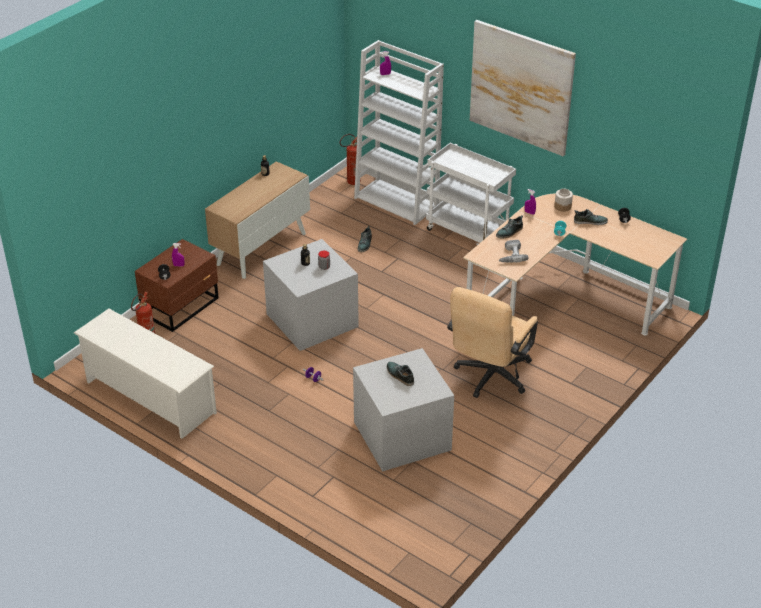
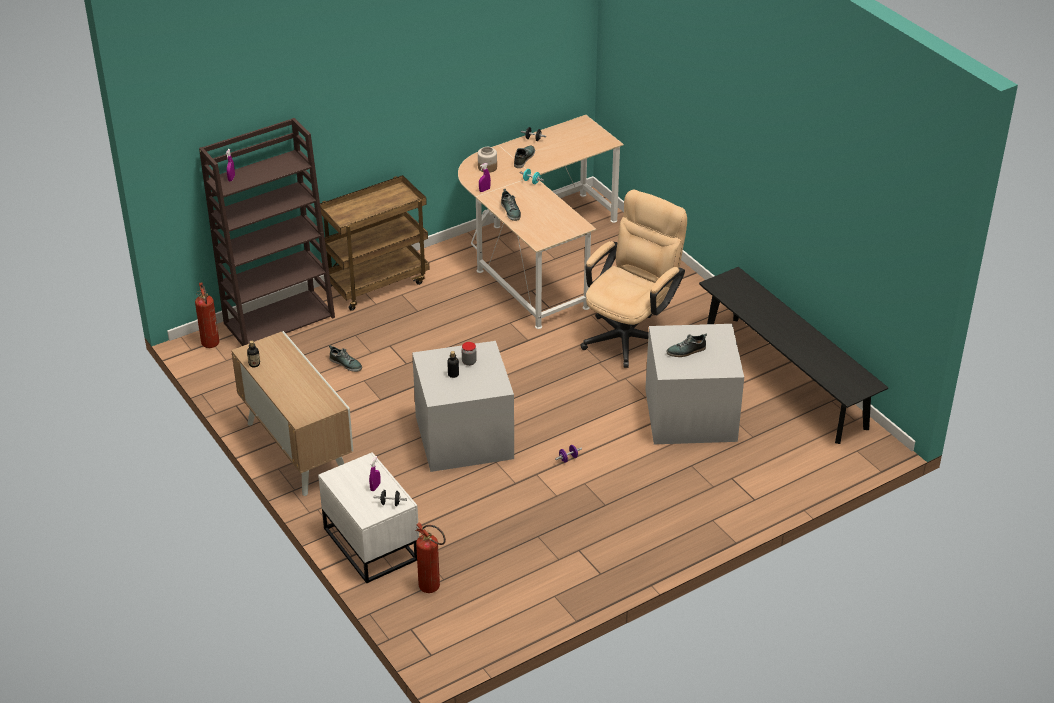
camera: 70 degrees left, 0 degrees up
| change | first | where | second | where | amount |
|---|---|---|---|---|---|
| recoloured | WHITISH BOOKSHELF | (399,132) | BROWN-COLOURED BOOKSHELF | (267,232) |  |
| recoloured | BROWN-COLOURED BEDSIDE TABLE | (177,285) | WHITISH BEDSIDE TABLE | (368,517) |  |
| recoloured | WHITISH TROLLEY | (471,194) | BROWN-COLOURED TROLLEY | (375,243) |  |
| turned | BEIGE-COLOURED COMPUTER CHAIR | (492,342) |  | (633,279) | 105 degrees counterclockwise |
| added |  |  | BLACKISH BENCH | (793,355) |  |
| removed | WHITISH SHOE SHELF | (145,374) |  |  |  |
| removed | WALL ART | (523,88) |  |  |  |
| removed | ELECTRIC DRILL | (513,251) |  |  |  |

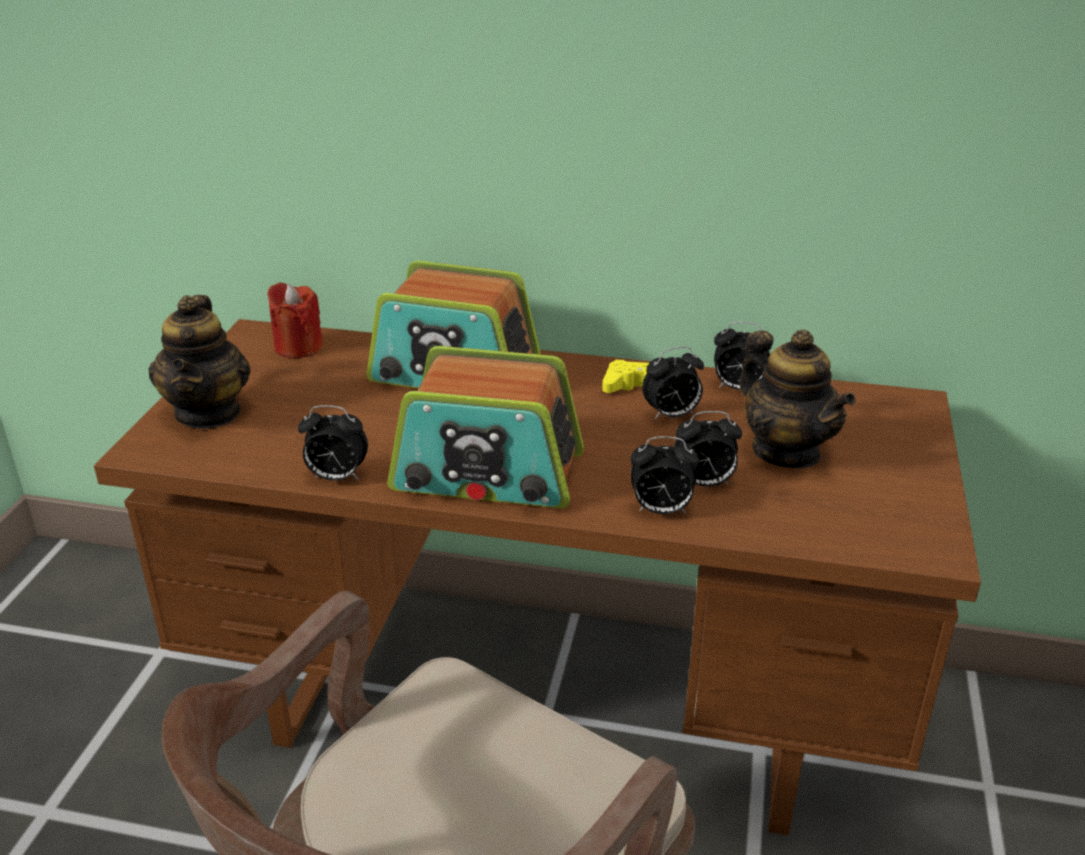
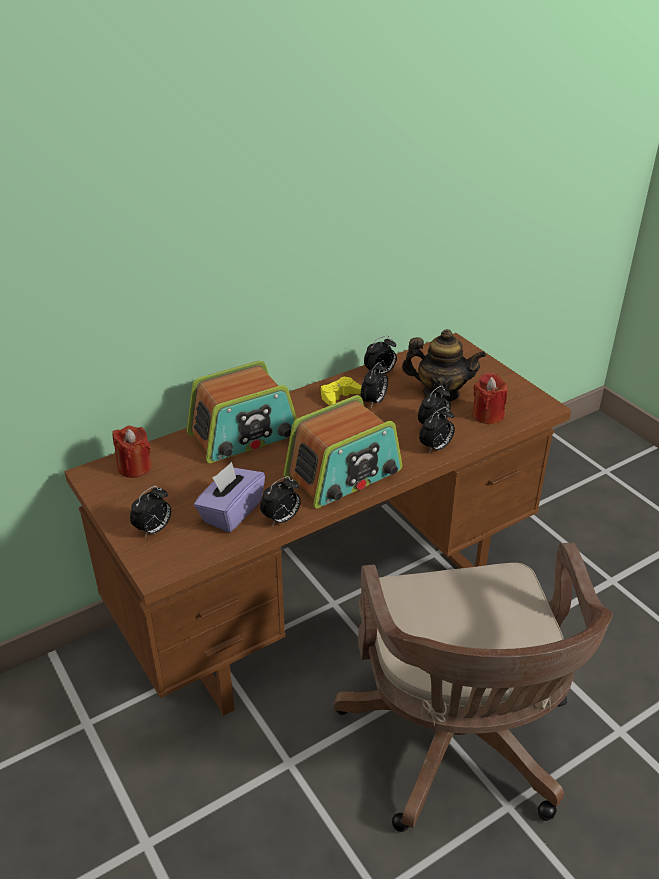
camera: 45 degrees left, 5 degrees up
| change | first | where | second | where | amount |
|---|---|---|---|---|---|
| replaced | TEAPOT | (200,362) | TABLE CLOCK | (150,512) |  |
| added |  |  | PURPLE-COLOURED TISSUE HOLDER | (229,497) |  |
| added |  |  | RED-COLOURED WAX CANDLE | (490,398) |  |

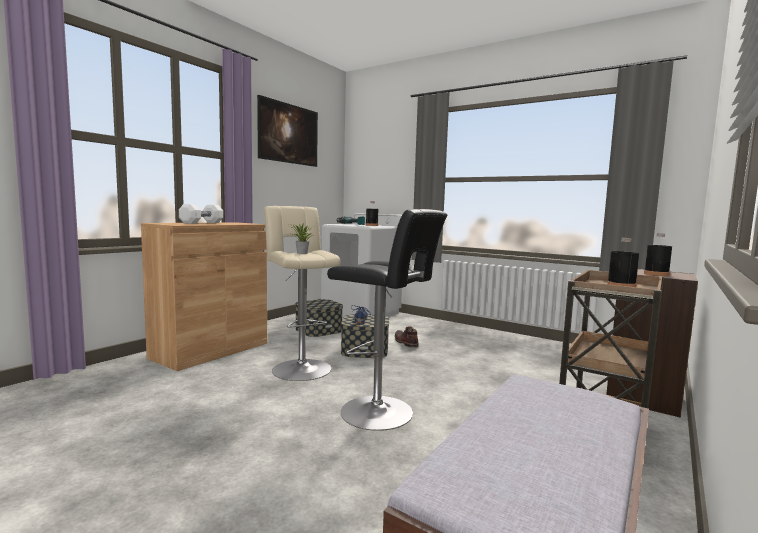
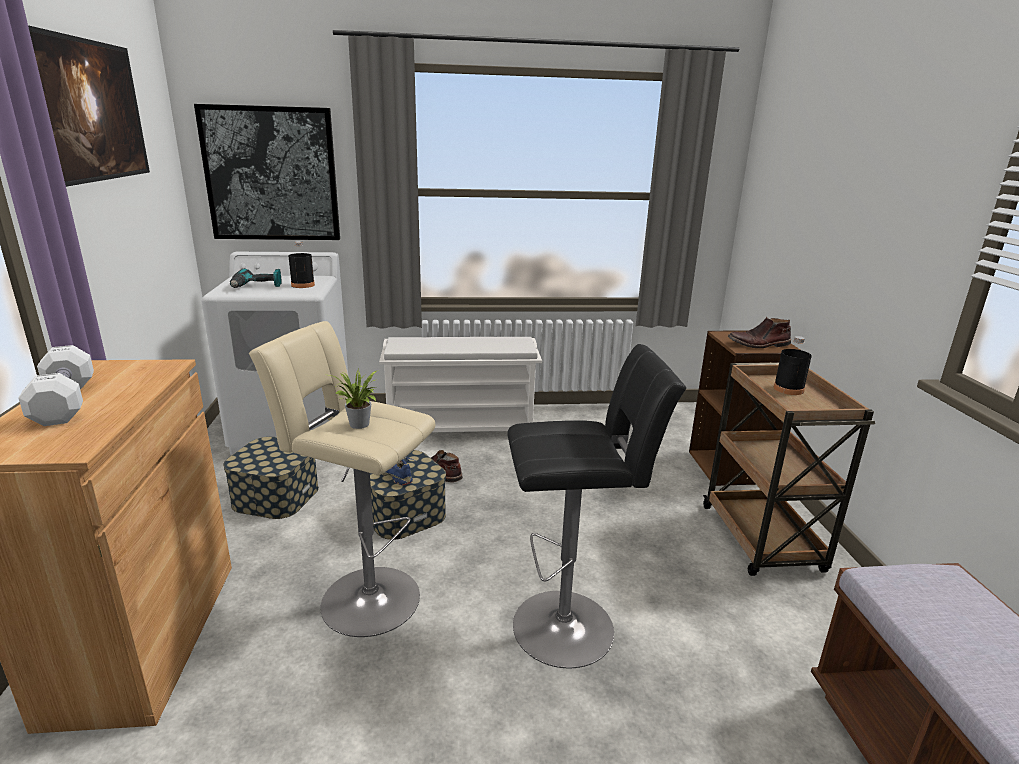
camera: 40 degrees left, 15 degrees up
| change | first | where | second | where | amount |
|---|---|---|---|---|---|
| added |  |  | WALL ART | (267,172) |  |
| added |  |  | WHITISH SHOE SHELF | (460,384) |  |
| replaced | BLACKISH BEVERAGE BOTTLE | (658,254) | BROWN-COLOURED TALL BOOT | (759,332) |  |

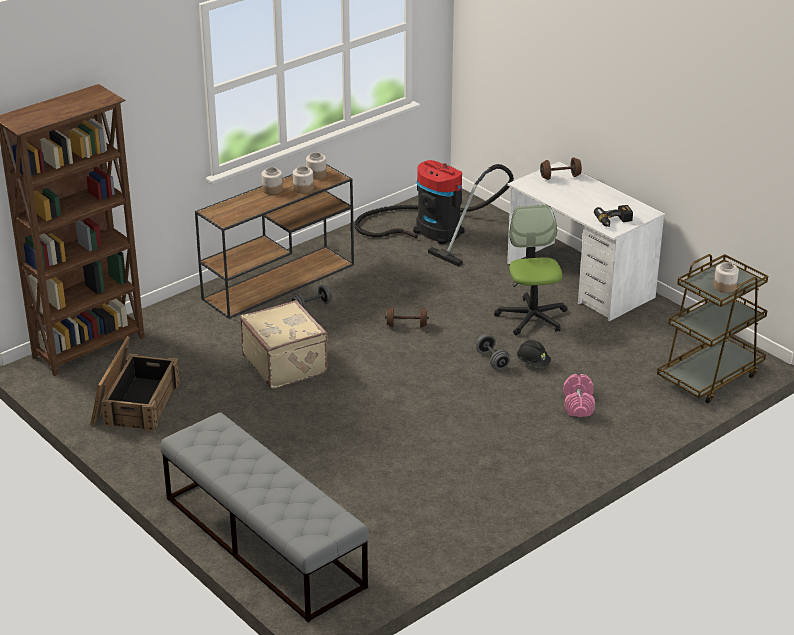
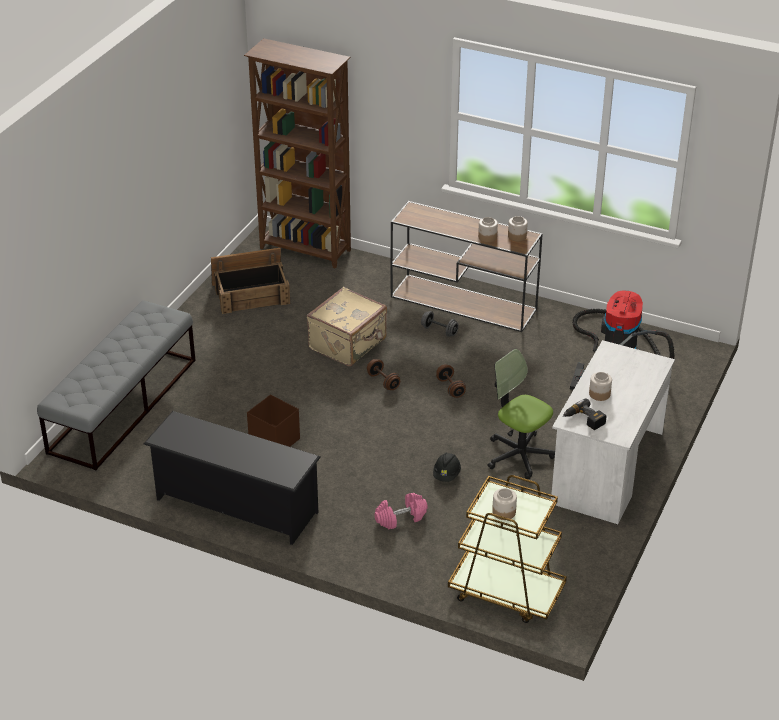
camera: 65 degrees right, 5 degrees up
| change | first | where | second | where | amount |
|---|---|---|---|---|---|
| added |  |  | BLACKISH SHOE SHELF | (232,478) |  |
| added |  |  | BROWN-COLOURED STORAGE CONTAINER | (273,421) |  |
| moved | BROWN-COLOURED FREE WEIGHT | (561,168) |  | (383,374) |  |
| turned | COMPUTER CHAIR | (530,270) |  | (521,414) | 105 degrees counterclockwise |
| moved | JAR | (272,181) |  | (600,386) |  |
| removed | GRAY FREE WEIGHT | (493,351) |  |  |  |

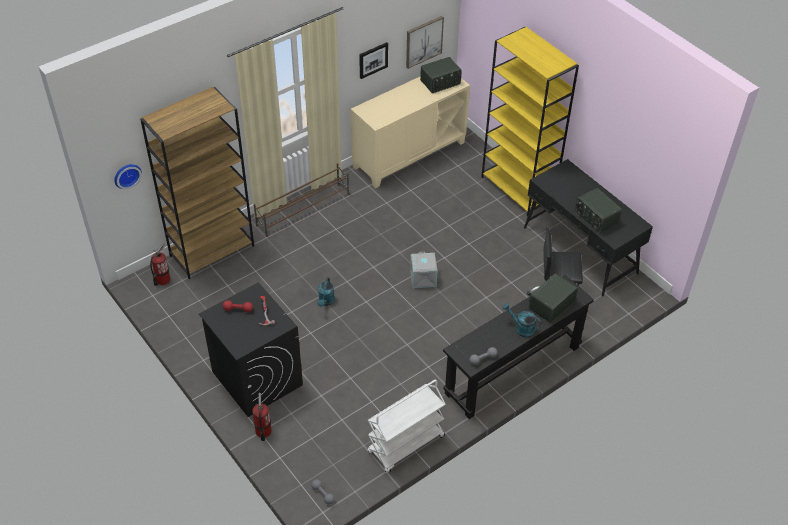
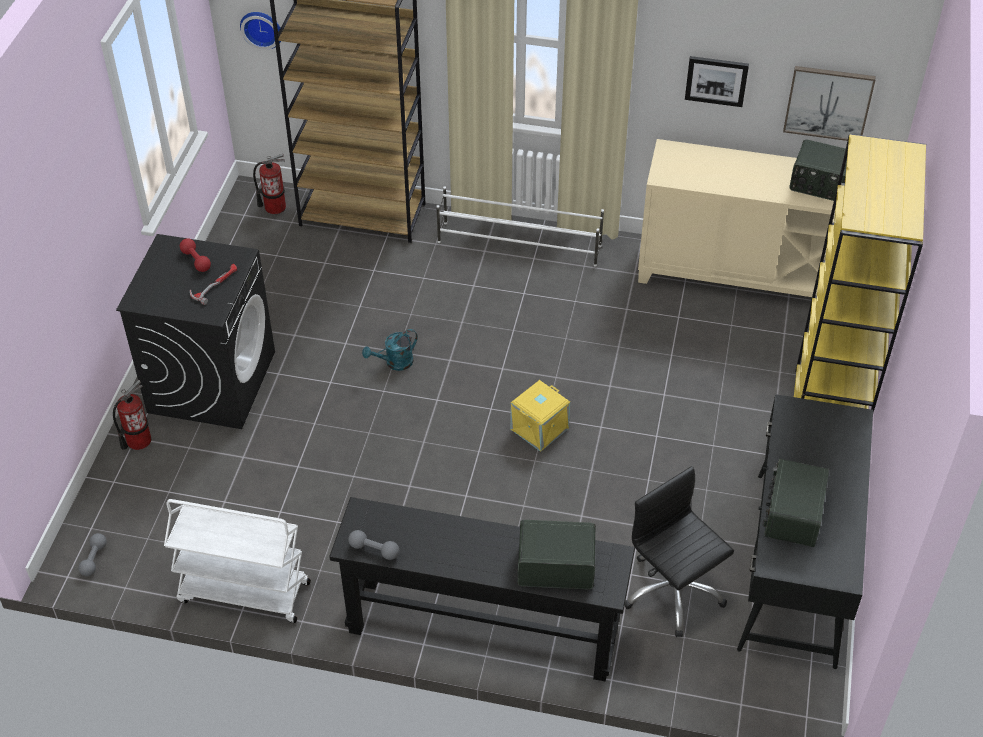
camera: 50 degrees right, 0 degrees up
| change | first | where | second | where | amount |
|---|---|---|---|---|---|
| recoloured | BROWN-COLOURED SHOE SHELF | (301,200) | WHITISH SHOE SHELF | (520,226) |  |
| recoloured | GRAY STORAGE CONTAINER | (424,270) | YELLOWISH STORAGE CONTAINER | (540,416) |  |
| removed | TURQUOISE WATERING CAN | (521,320) |  |  |  |

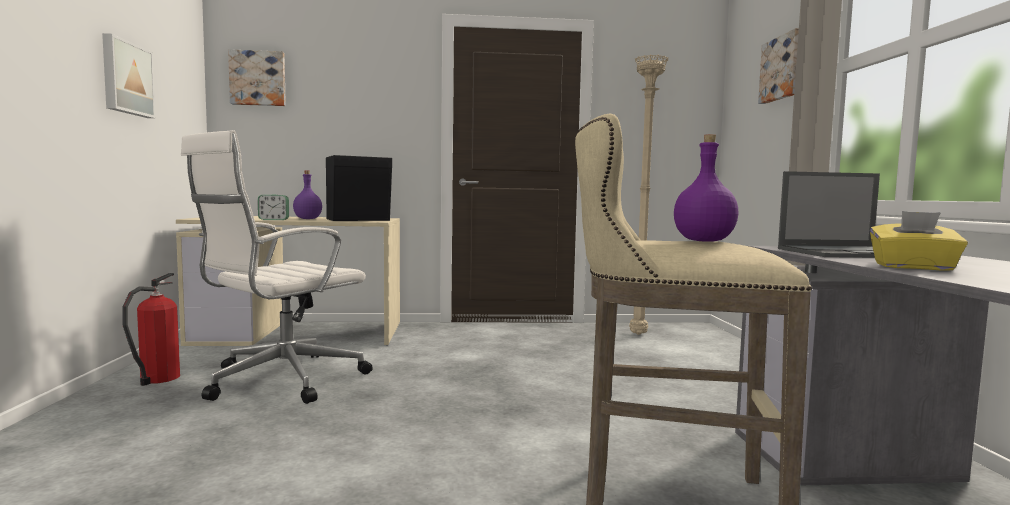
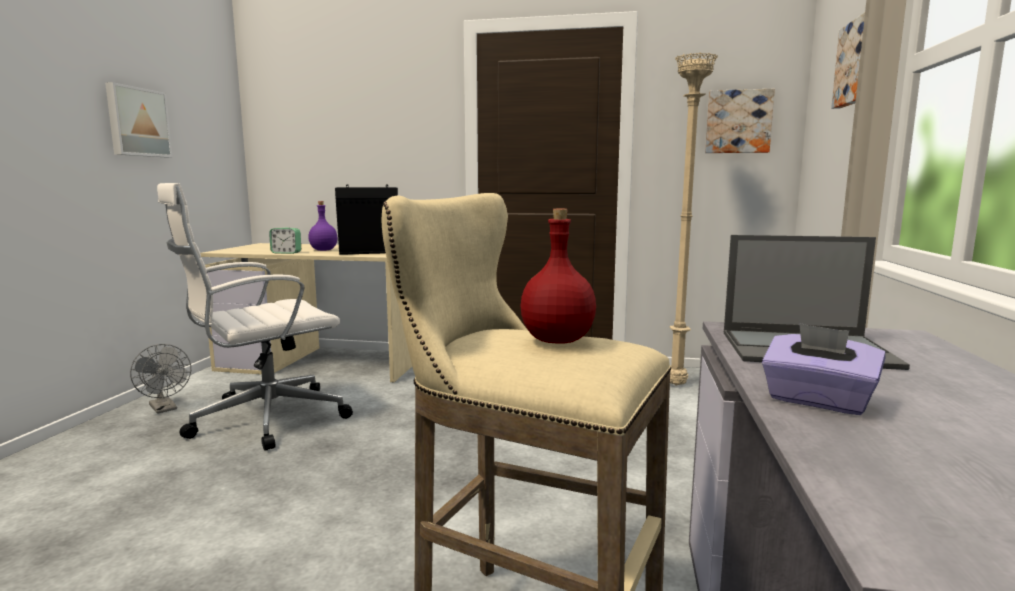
camera: 15 degrees right, 5 degrees up
| change | first | where | second | where | amount |
|---|---|---|---|---|---|
| replaced | EXTINGUISHER | (151,329) | GRAY COOLING FAN | (160,379) |  |
| recoloured | PURPLE-COLOURED BEVERAGE BOTTLE | (706,188) | RED-COLOURED BEVERAGE BOTTLE | (558,276) |  |
| moved | WALL ART | (257,77) |  | (740,121) |  |
| recoloured | YELLOWISH TISSUE HOLDER | (919,241) | PURPLE-COLOURED TISSUE HOLDER | (824,369) |  |

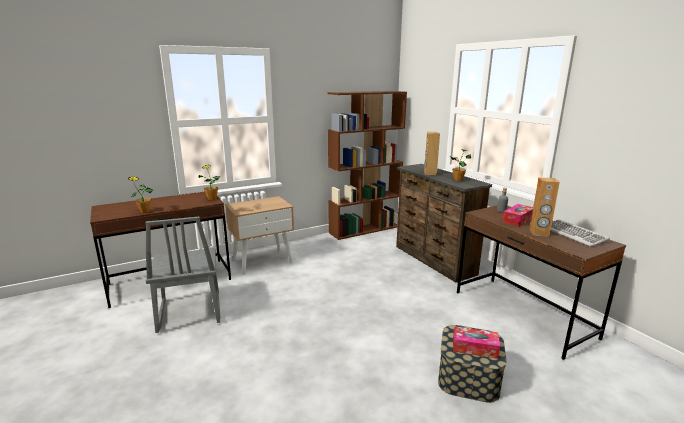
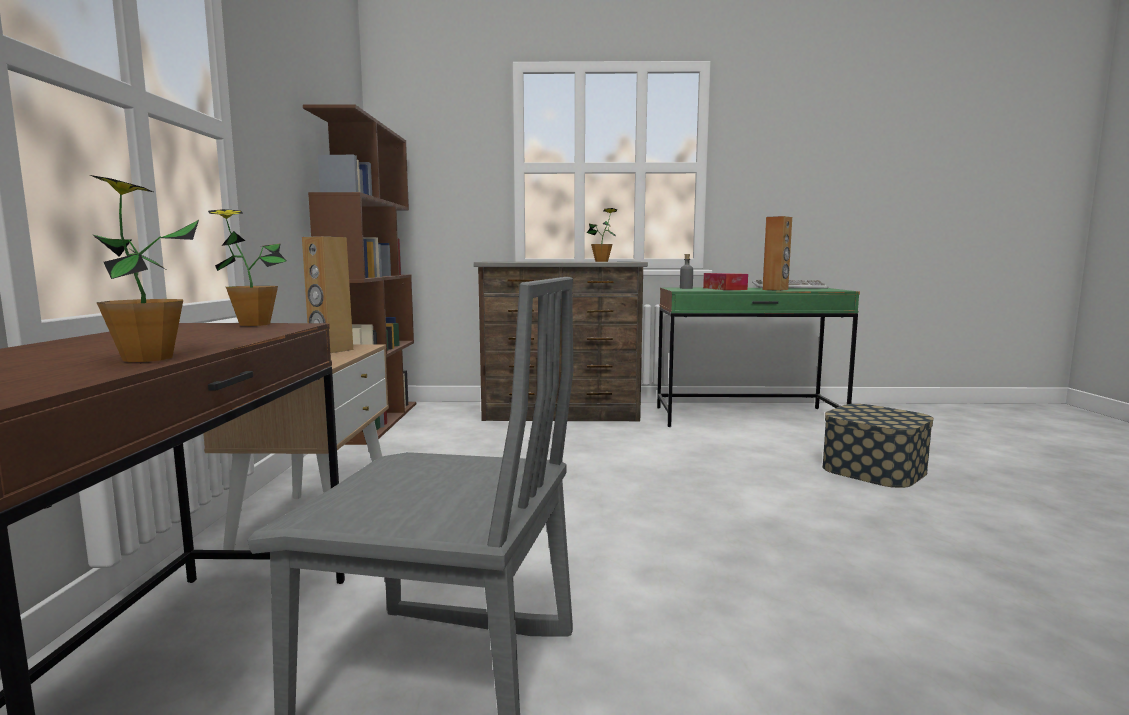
camera: 60 degrees left, 10 degrees down
| change | first | where | second | where | amount |
|---|---|---|---|---|---|
| moved | BROWN-COLOURED SPEAKER | (432,153) |  | (327,294) |  |
| recoloured | BROWN-COLOURED DESK | (541,282) | GREEN-COLOURED DESK | (758,357) |  |
| removed | TISSUE HOLDER | (476,342) |  |  |  |

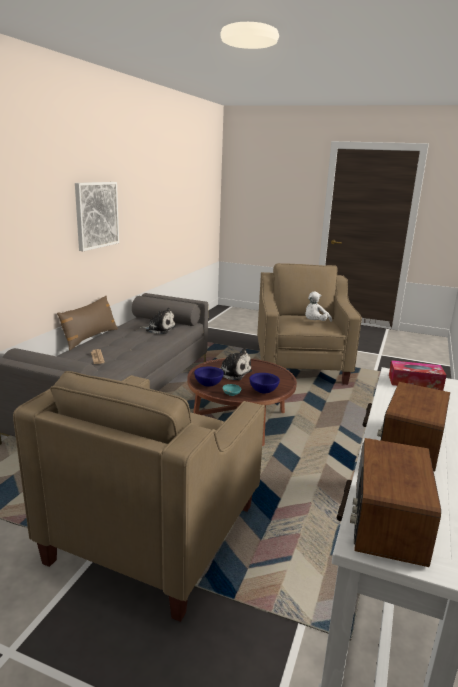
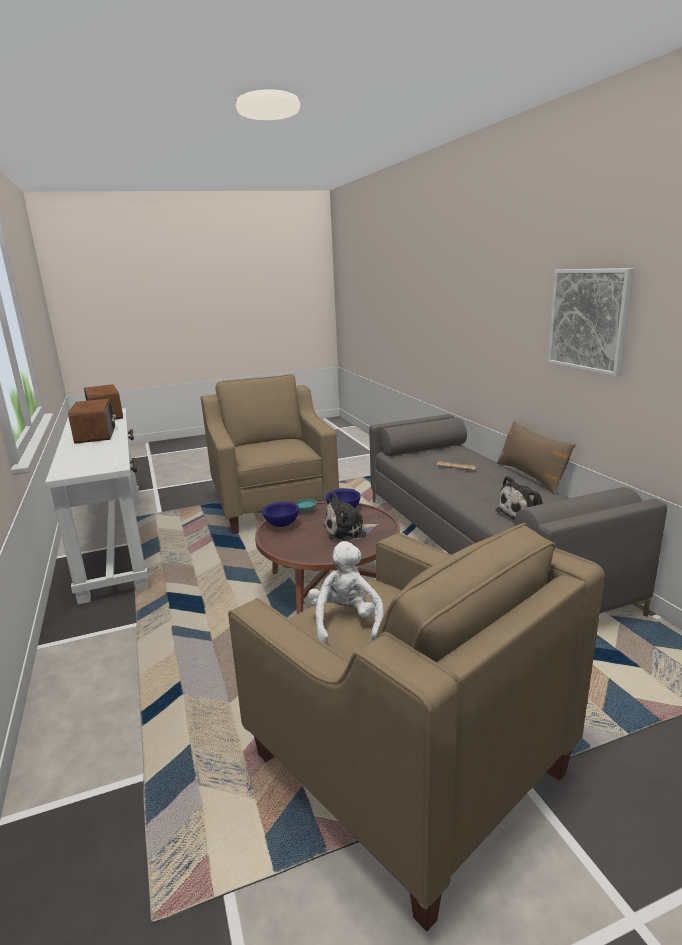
camera: 140 degrees right, 0 degrees up
| change | first | where | second | where | amount |
|---|---|---|---|---|---|
| removed | TISSUE HOLDER | (417,375) |  |  |  |

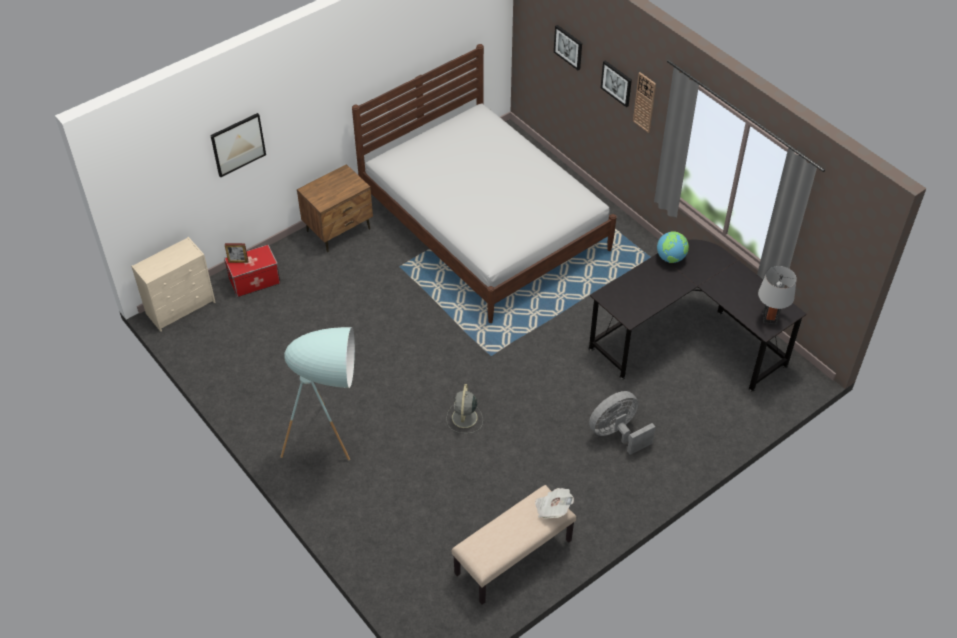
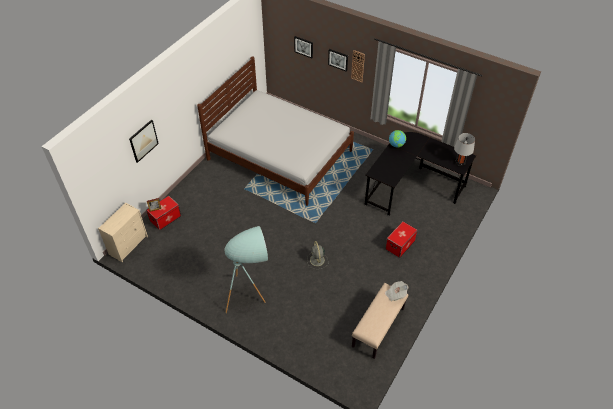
camera: 20 degrees left, 0 degrees up
| change | first | where | second | where | amount |
|---|---|---|---|---|---|
| replaced | GRAY COOLING FAN | (622,423) | STORAGE CONTAINER | (401,239) |  |
| removed | BROWN-COLOURED BEDSIDE TABLE | (335,208) |  |  |  |

